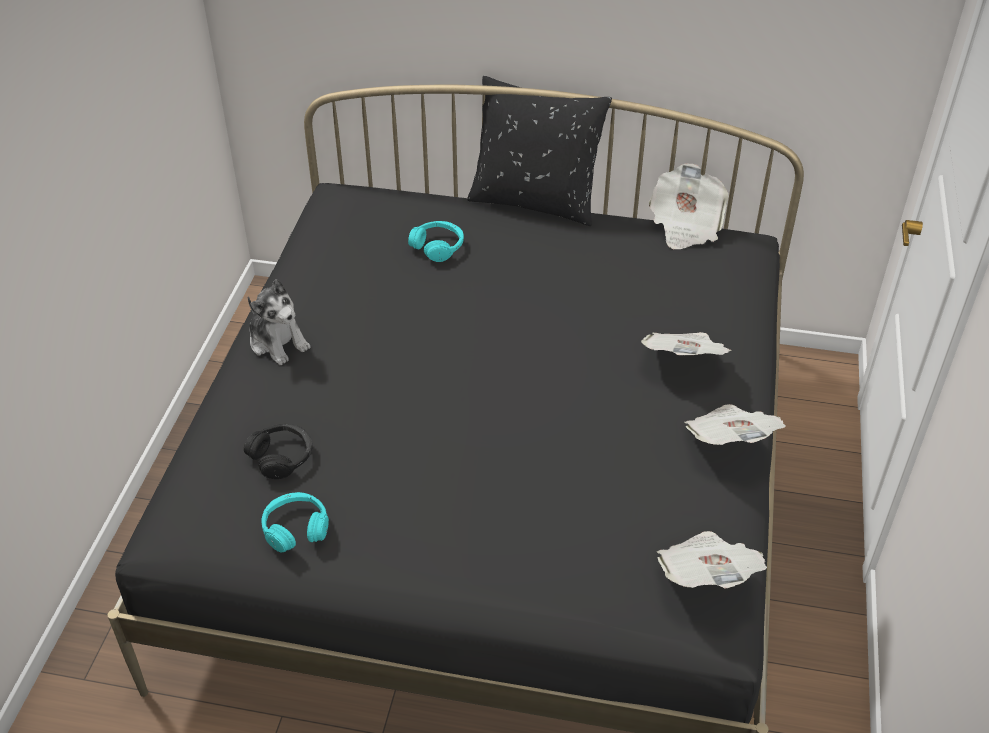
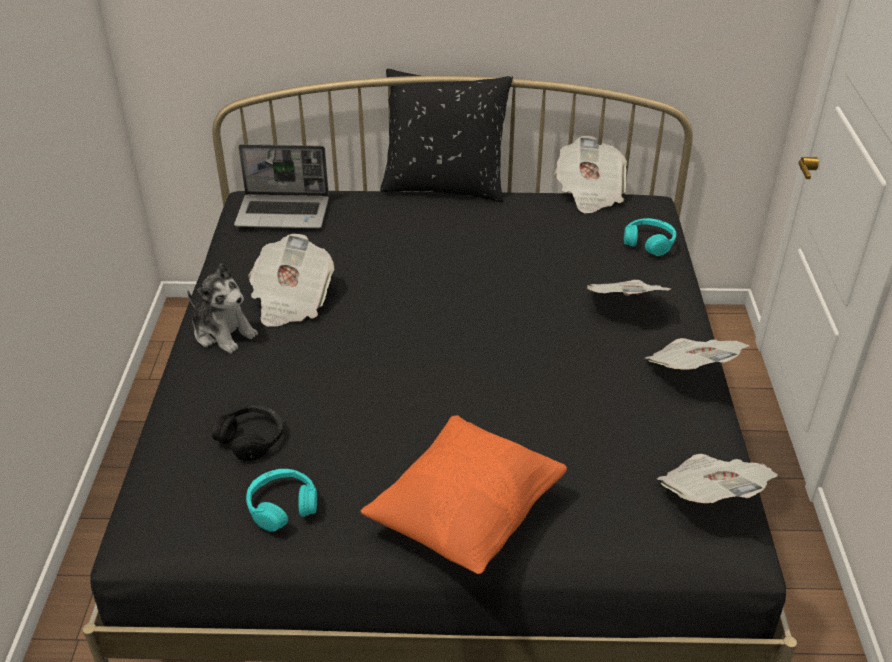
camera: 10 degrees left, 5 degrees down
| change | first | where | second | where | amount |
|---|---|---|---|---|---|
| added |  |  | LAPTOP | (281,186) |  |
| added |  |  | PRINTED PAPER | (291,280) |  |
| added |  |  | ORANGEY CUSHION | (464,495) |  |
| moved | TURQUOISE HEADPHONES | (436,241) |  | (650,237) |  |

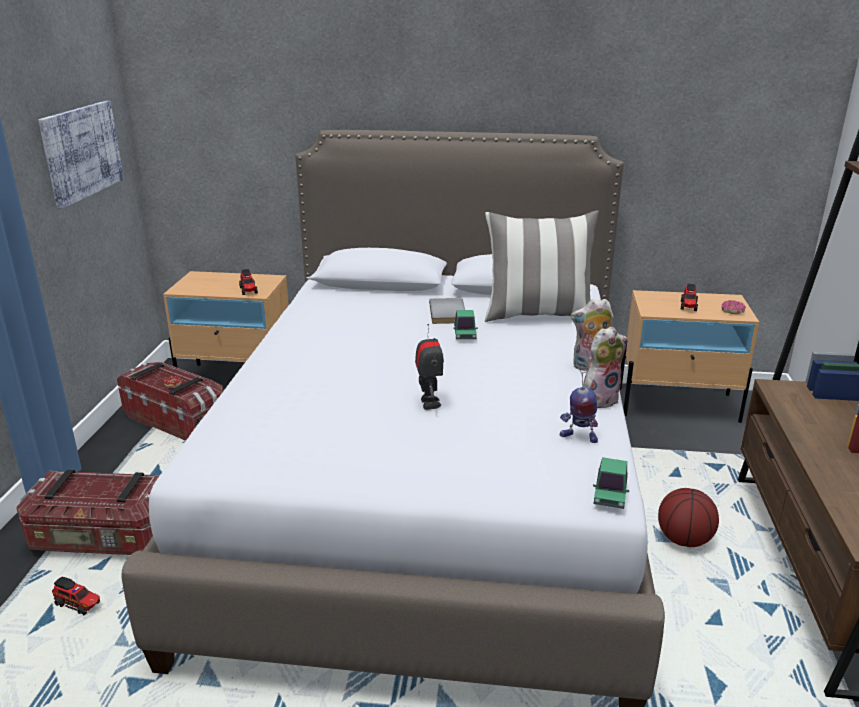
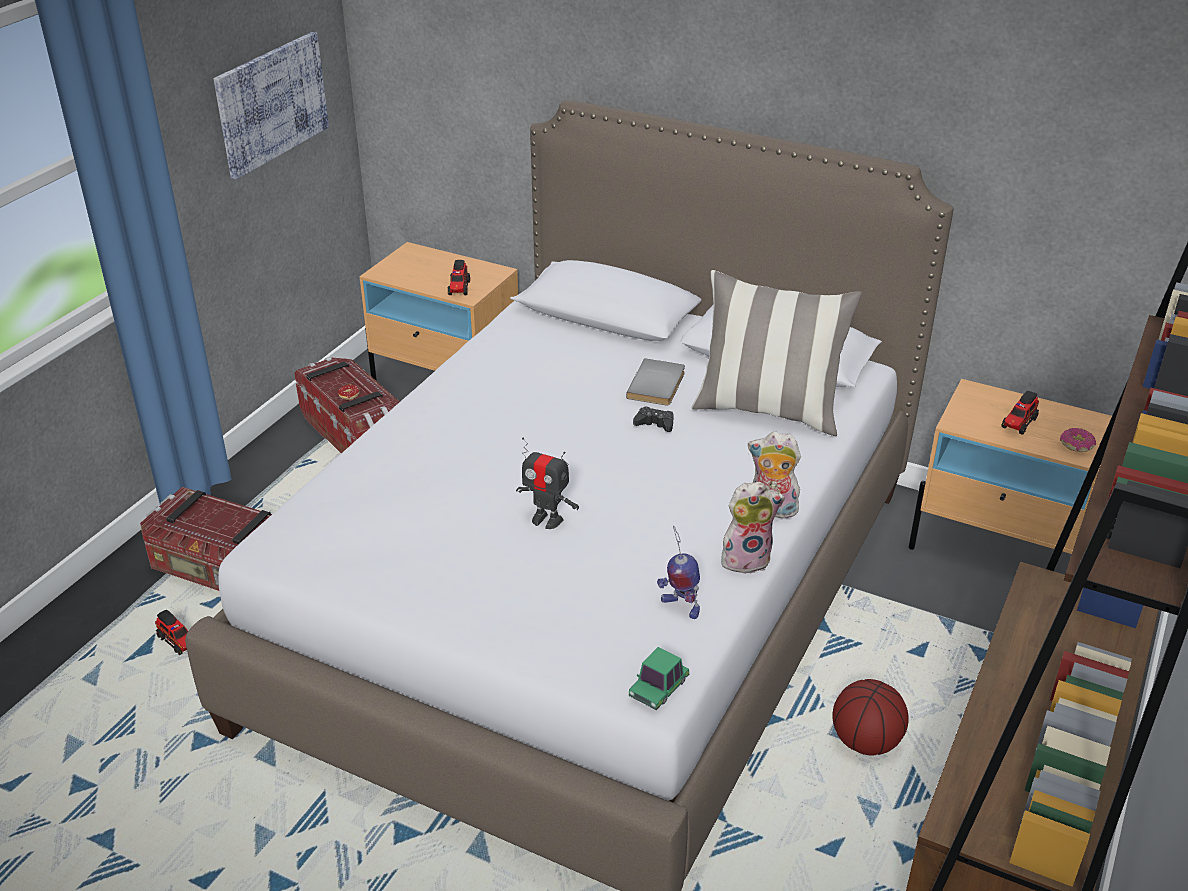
camera: 20 degrees right, 10 degrees up
| change | first | where | second | where | amount |
|---|---|---|---|---|---|
| turned | MODEL ROBOT | (429,367) |  | (547,483) | 105 degrees clockwise |
| replaced | MODEL CAR | (465,325) | BLACKISH GAME CONTROLLER | (653,419) |  |

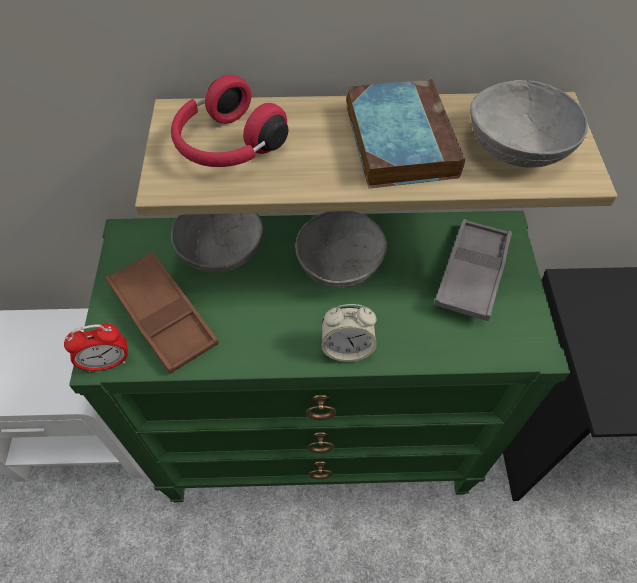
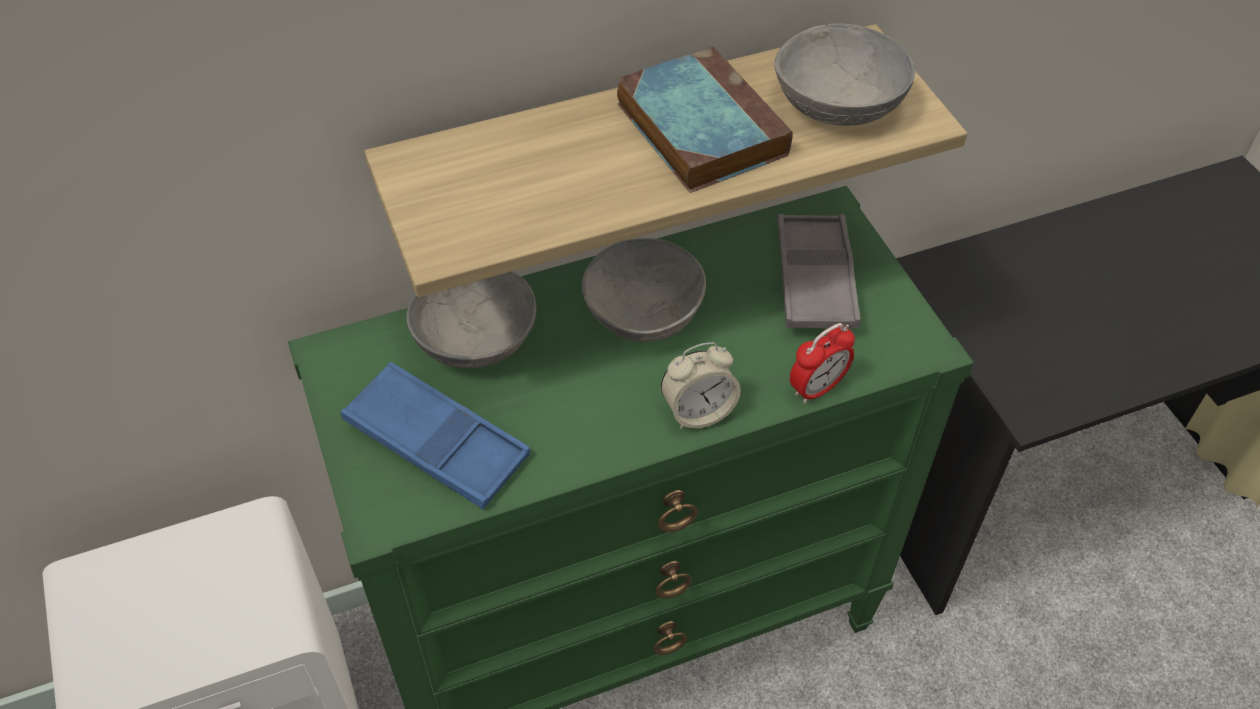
camera: 20 degrees left, 5 degrees down
| change | first | where | second | where | amount |
|---|---|---|---|---|---|
| recoloured | BROWN-COLOURED SERVING TRAY | (162,313) | BLUISH SERVING TRAY | (435,435) |  |
| moved | TABLE CLOCK | (96,347) |  | (822,363) |  |
| removed | RED-COLOURED HEADPHONES | (229,121) |  |  |  |

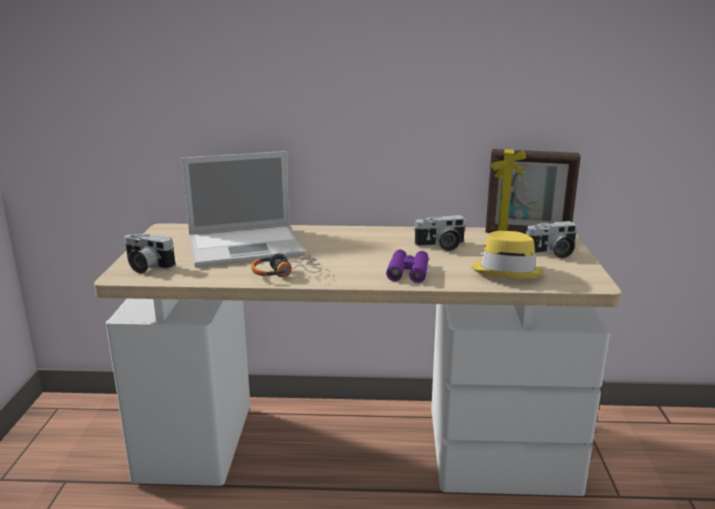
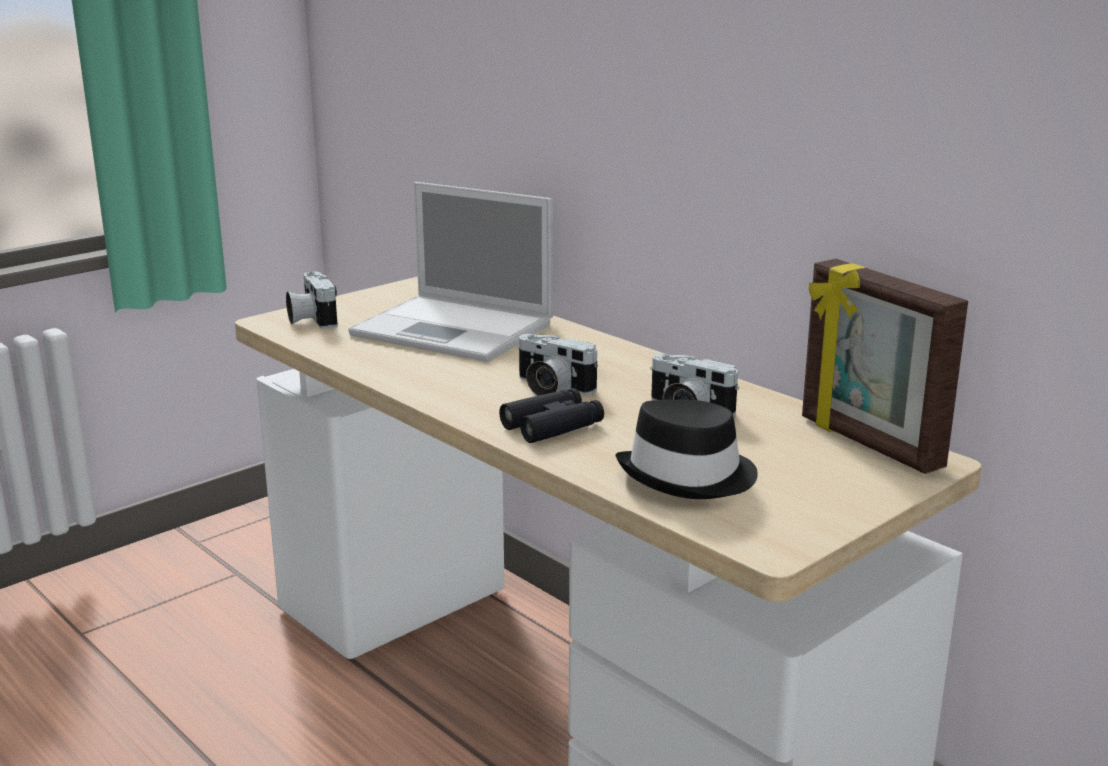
camera: 45 degrees right, 0 degrees up
| change | first | where | second | where | amount |
|---|---|---|---|---|---|
| recoloured | PURPLE-COLOURED BINOCULARS | (407,266) | BLACKISH BINOCULARS | (551,415) |  |
| moved | STILL CAMERA | (551,240) |  | (558,365) |  |
| recoloured | YELLOWISH HAT | (507,255) | BLACKISH HAT | (687,449) |  |
| removed | HEADPHONES | (286,264) |  |  |  |

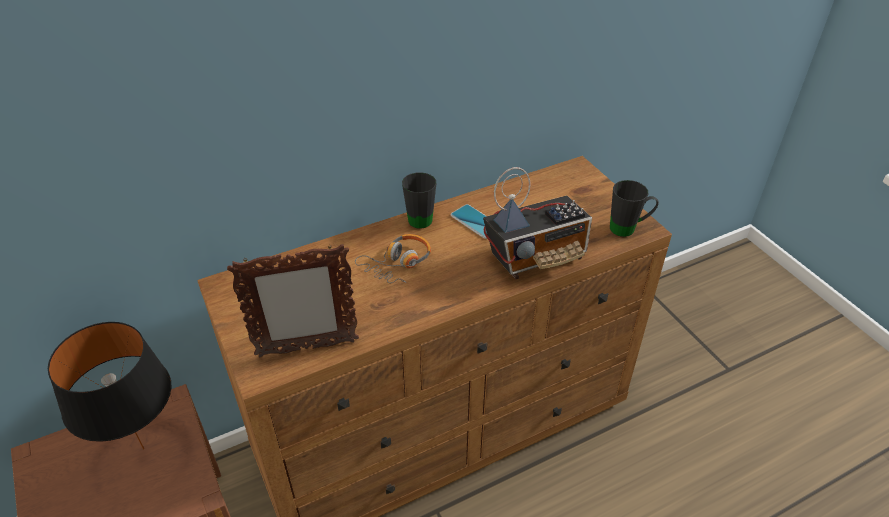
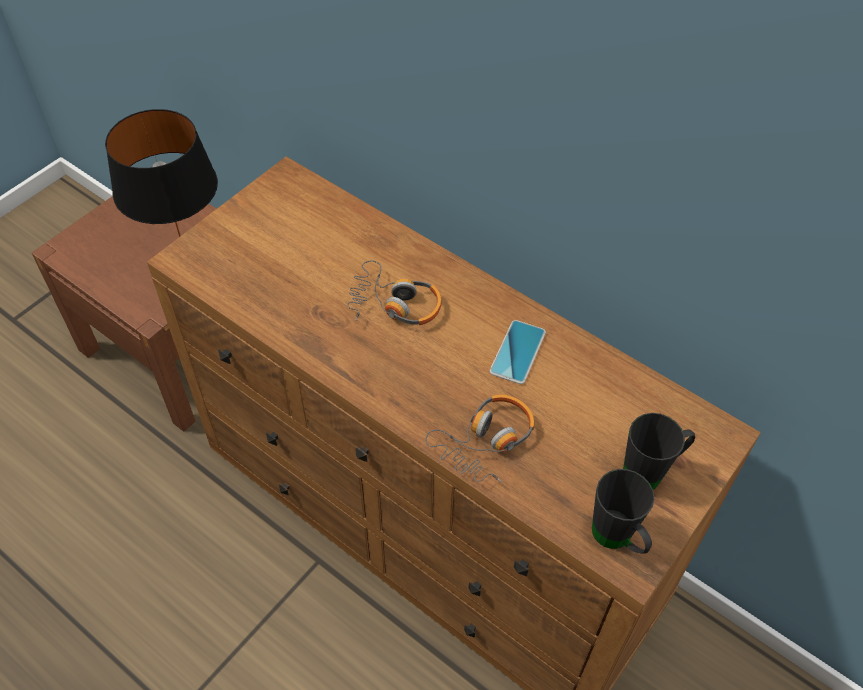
camera: 65 degrees right, 10 degrees up
| change | first | where | second | where | amount |
|---|---|---|---|---|---|
| replaced | RADIO SET | (537,223) | HEADPHONES | (479,438) |  |
| moved | BLACKISH MUG | (419,200) |  | (659,451) |  |
| removed | PICTURE FRAME | (293,301) |  |  |  |

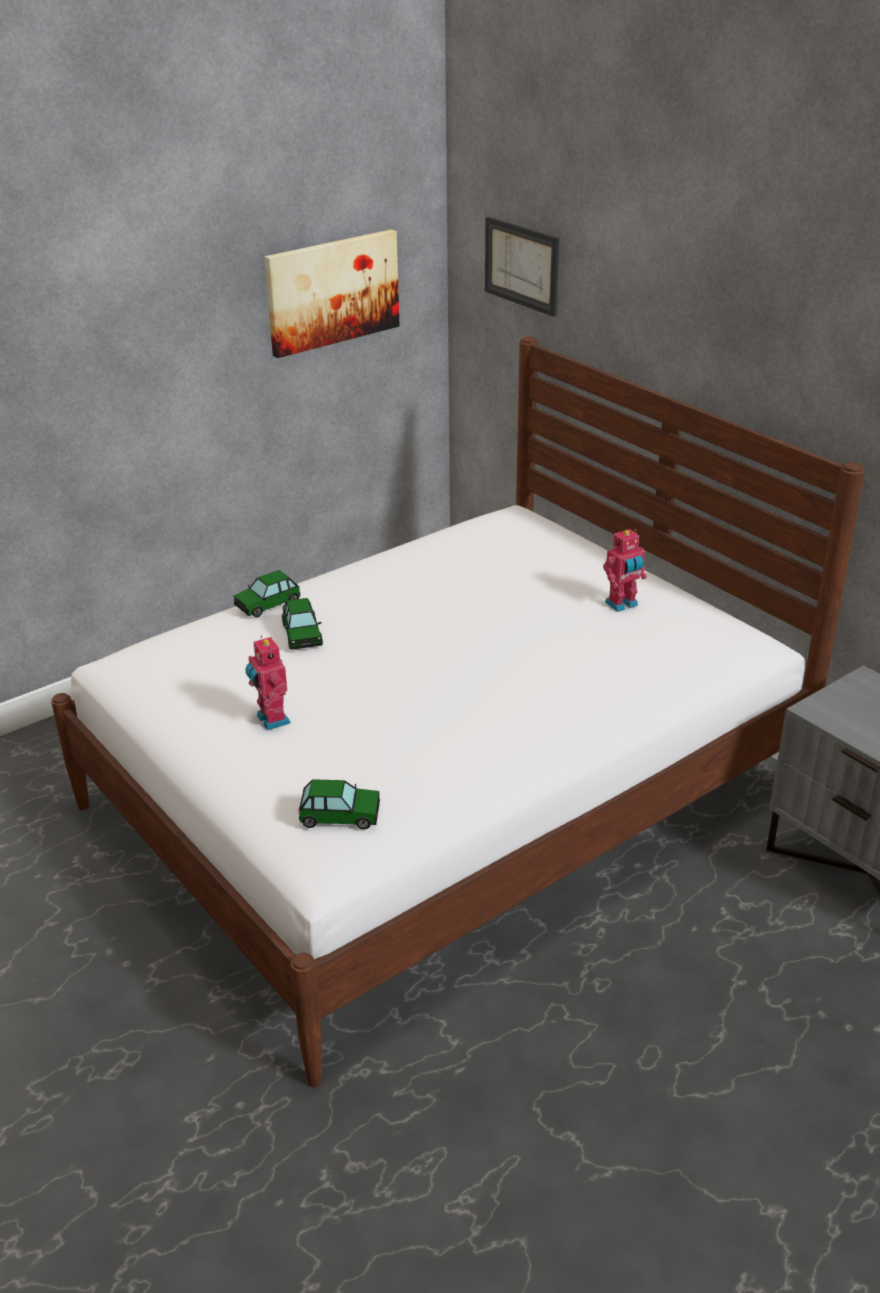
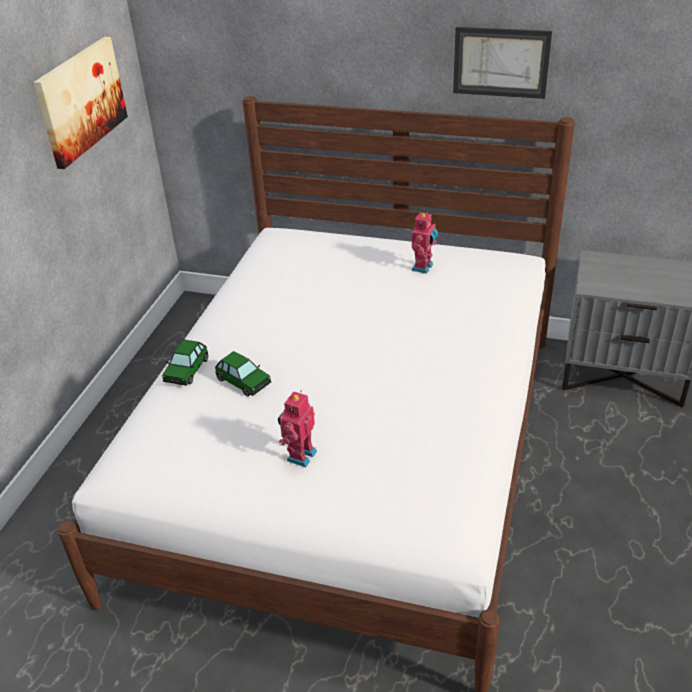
camera: 35 degrees left, 5 degrees up
| change | first | where | second | where | amount |
|---|---|---|---|---|---|
| turned | MODEL ROBOT | (268,682) |  | (297,428) | 90 degrees clockwise |
| moved | WALL ART | (522,267) |  | (502,63) |  |
| removed | MODEL CAR | (339,804) |  |  |  |

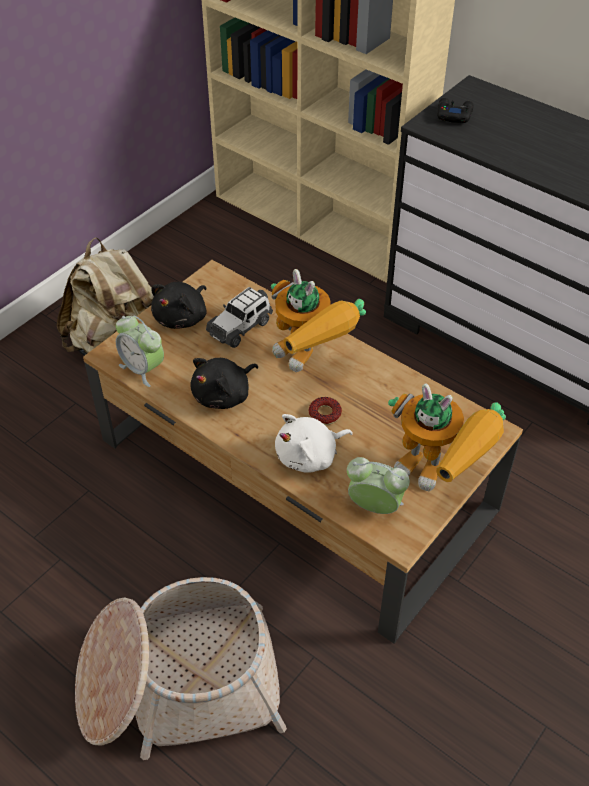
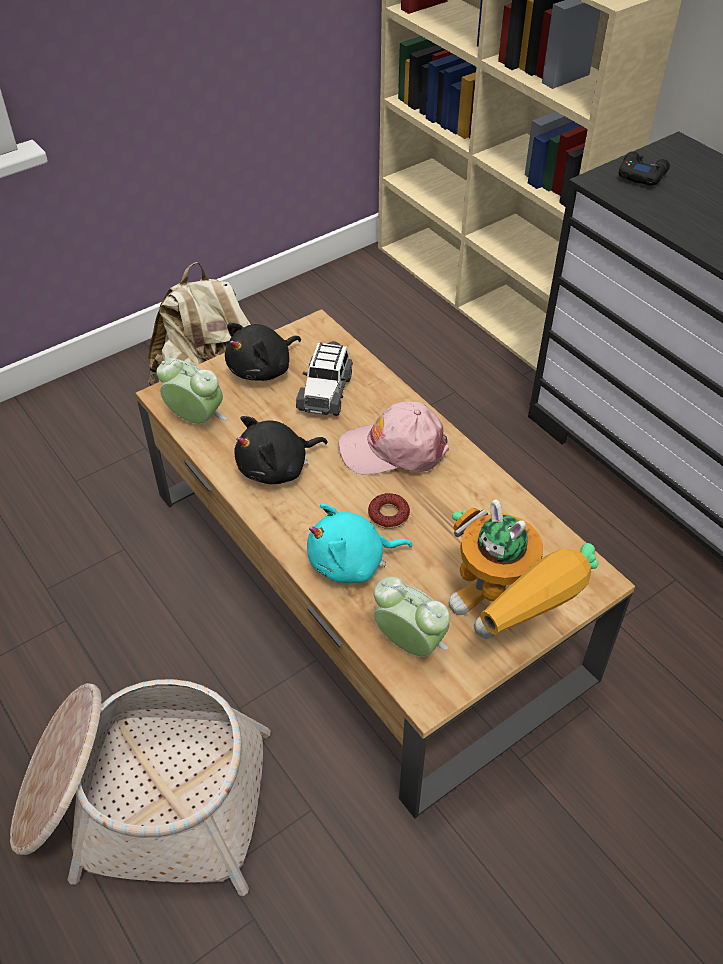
camera: 15 degrees right, 0 degrees up
| change | first | where | second | where | amount |
|---|---|---|---|---|---|
| turned | TABLE CLOCK | (140,351) |  | (191,391) | 150 degrees clockwise |
| turned | MODEL CAR | (239,317) |  | (324,378) | 45 degrees counterclockwise |
| recoloured | WHITISH SOFT TOY | (314,443) | TURQUOISE SOFT TOY | (360,543) |  |
| replaced | MODEL ROBOT | (318,320) | PINK BASEBALL CAP | (394,438) |  |

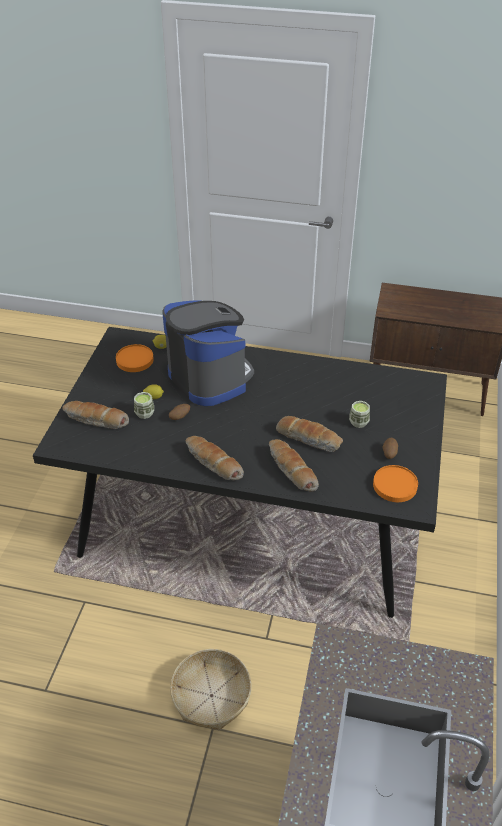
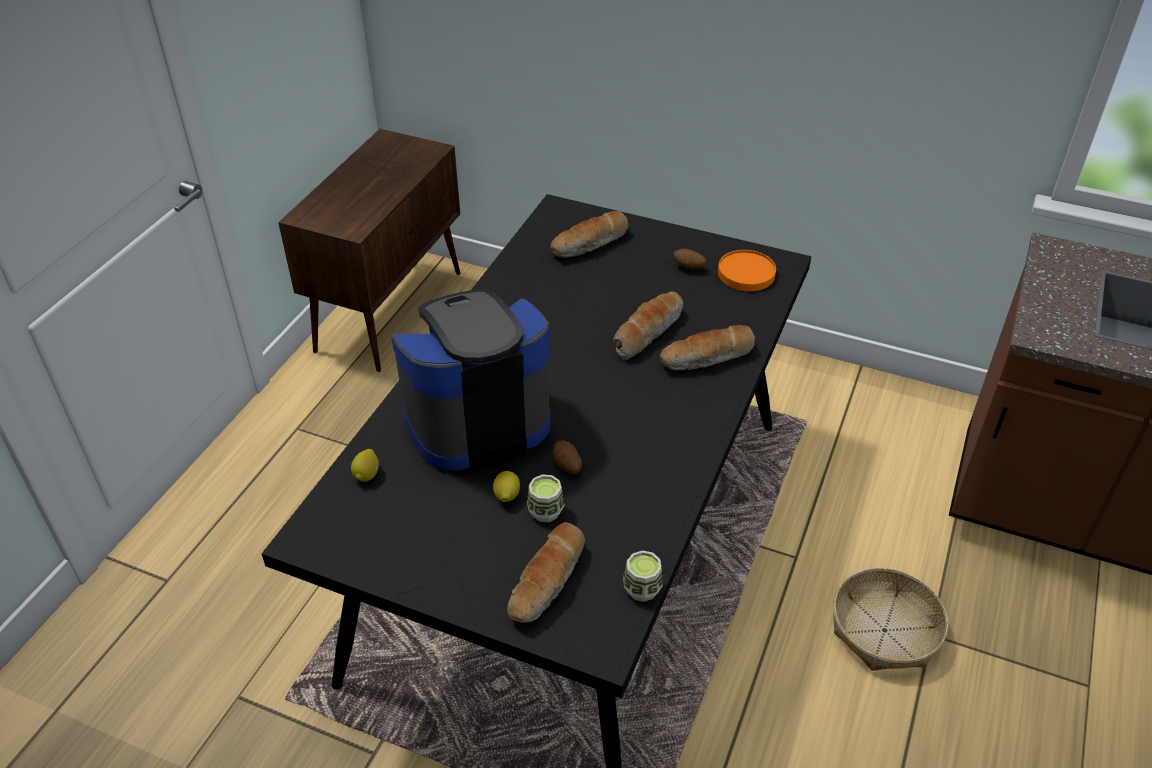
camera: 80 degrees left, 0 degrees up
| change | first | where | second | where | amount |
|---|---|---|---|---|---|
| moved | BREAD | (215,458) |  | (589,234) |  |
| moved | SMALL CUP | (359,414) |  | (643,576) |  |
| removed | ORANGEY PLATE | (135,358) |  |  |  |

